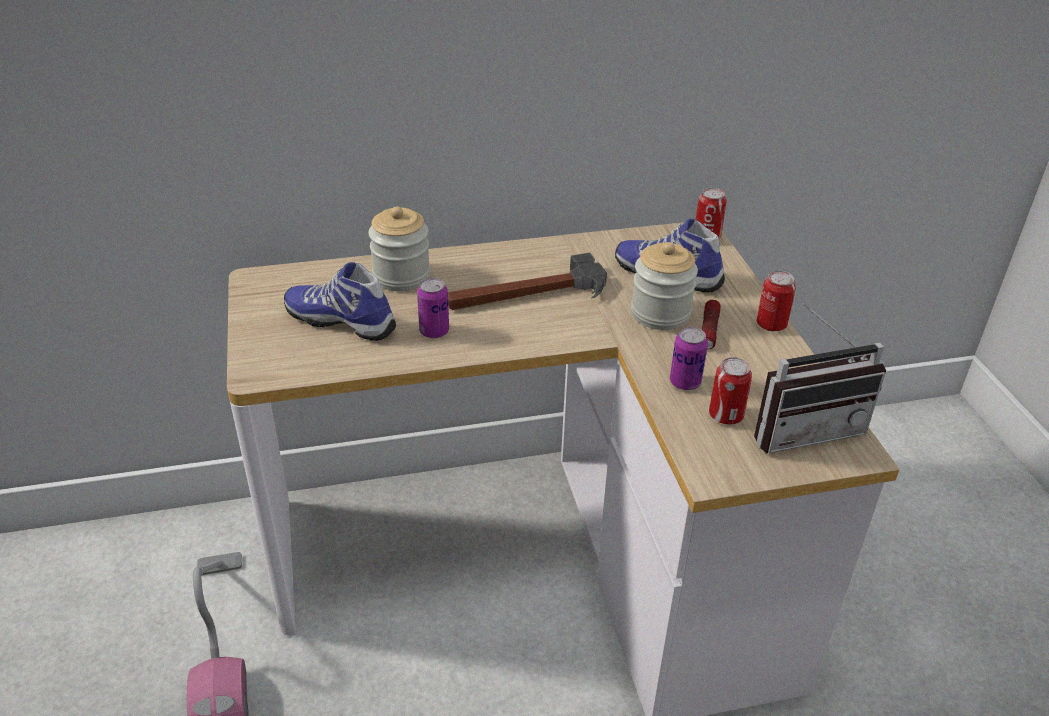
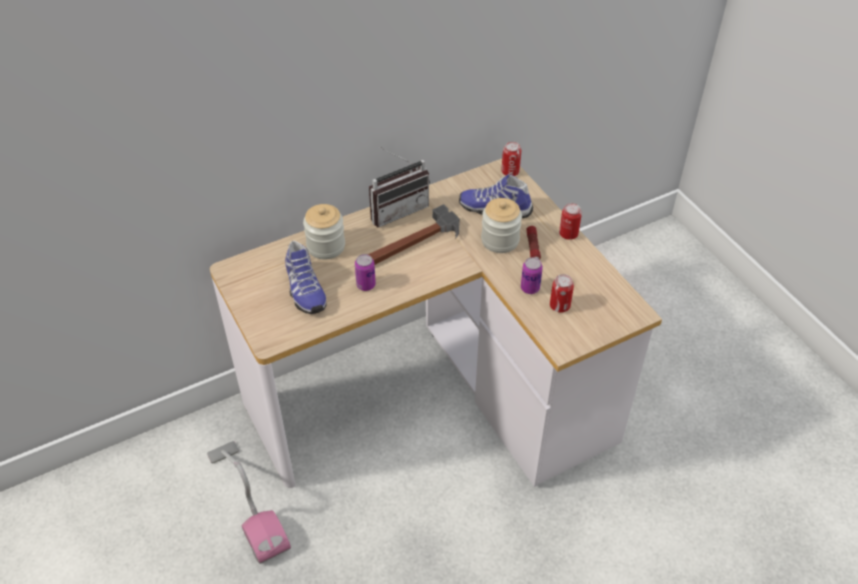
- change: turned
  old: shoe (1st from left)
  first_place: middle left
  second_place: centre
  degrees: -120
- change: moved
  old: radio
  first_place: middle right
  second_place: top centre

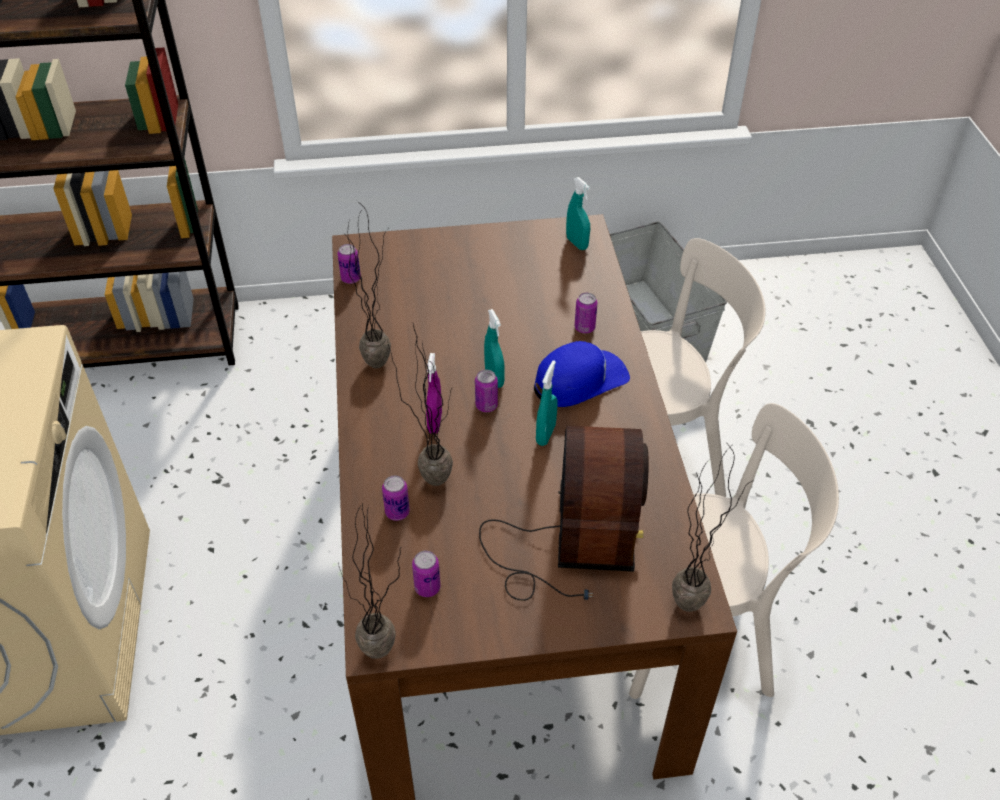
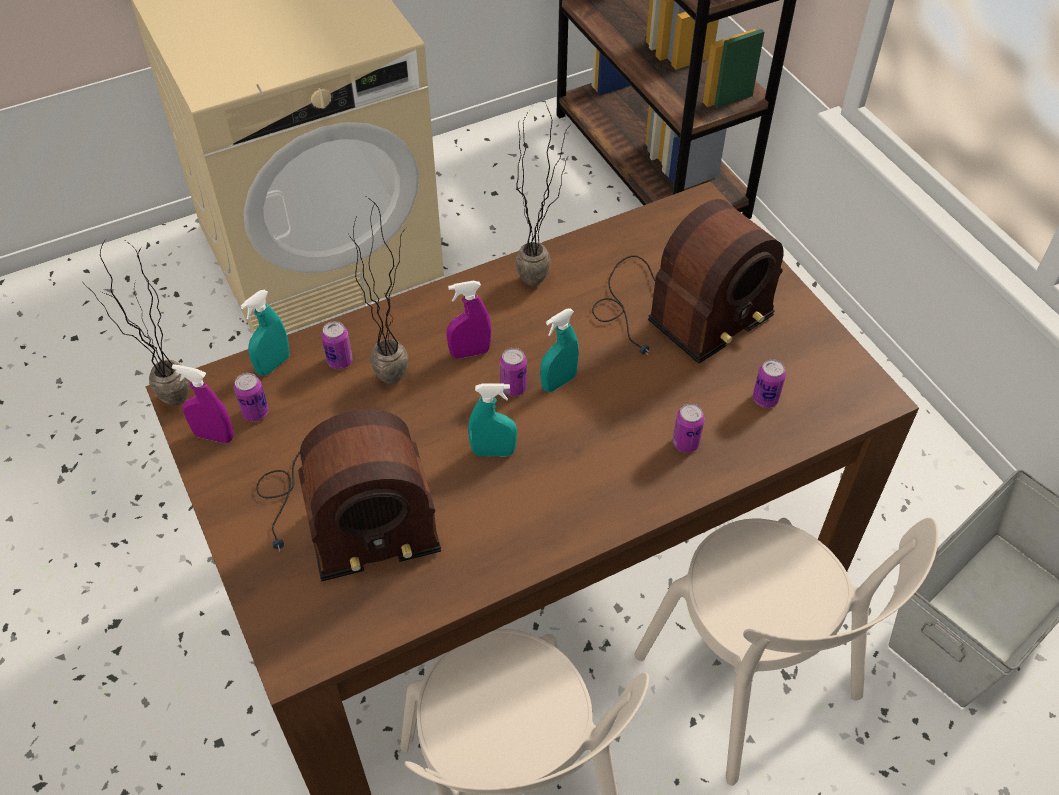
- change: added
  new: purple_spray_bottle (1st from left)
  second_place: middle left
- change: moved
  old: turquoise_spray_bottle (3rd from left in the first image)
  new: turquoise_spray_bottle (1st from left)
  first_place: top centre
  second_place: middle left
- change: added
  new: radio (2nd from left)
  second_place: centre
- change: moved
  old: can (1st from left in the first image)
  new: can (5th from left)
  first_place: top centre
  second_place: middle right
- change: removed
  old: blue_cap
  first_place: centre
- change: removed
  old: potted_plant (4th from left)
  first_place: middle right

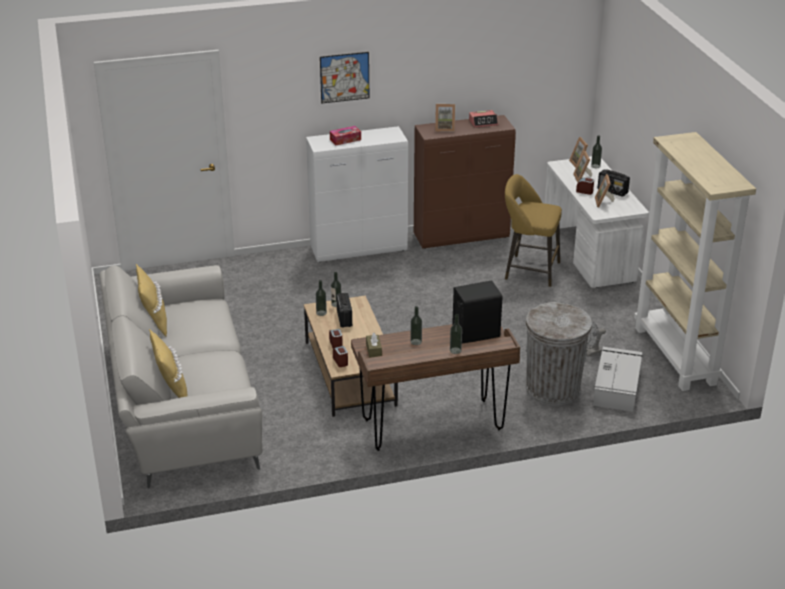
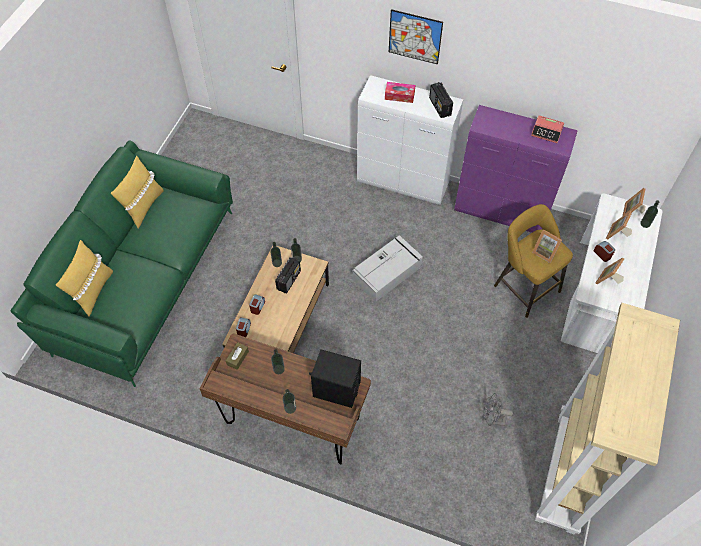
- change: recoloured
  old: grey_sofa
  new: green_sofa
  first_place: middle left
  second_place: middle left
- change: moved
  old: grey_storage_box
  first_place: middle right
  second_place: centre
- change: moved
  old: radio (2nd from left)
  first_place: top right
  second_place: top centre
- change: recoloured
  old: brown_cabinet
  new: purple_cabinet
  first_place: top centre
  second_place: top right
- change: moved
  old: picture_frame (1st from left)
  first_place: top centre
  second_place: middle right
- change: removed
  old: grey_trash_can
  first_place: middle right

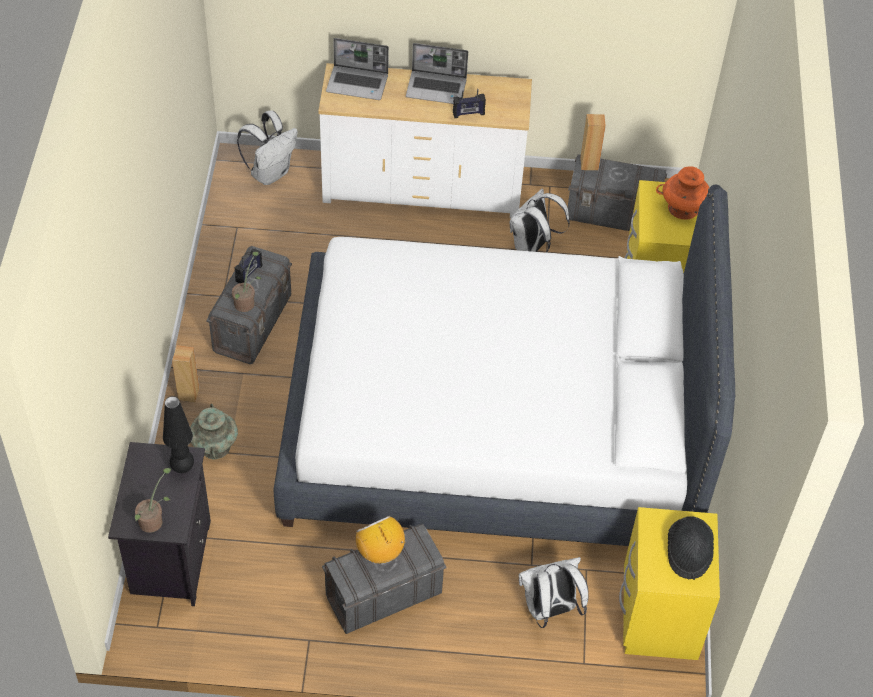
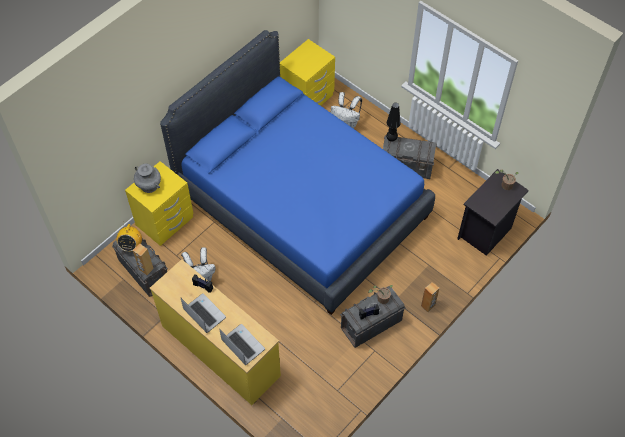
- change: moved
  old: radio (2nd from left in the first image)
  new: radio (1st from left)
  first_place: bottom centre
  second_place: middle left
- change: recoloured
  old: orange_vase
  new: grey_vase
  first_place: top right
  second_place: middle left
- change: recoloured
  old: white_dresser
  new: yellow_dresser
  first_place: top centre
  second_place: bottom centre
- change: recoloured
  old: white_bed
  new: blue_bed
  first_place: centre
  second_place: centre
- change: moved
  old: black_table_lamp
  first_place: middle left
  second_place: top centre
- change: removed
  old: turquoise_vase
  first_place: middle left
- change: removed
  old: white_backpack (1st from left)
  first_place: top left
- change: removed
  old: black_hat
  first_place: bottom right

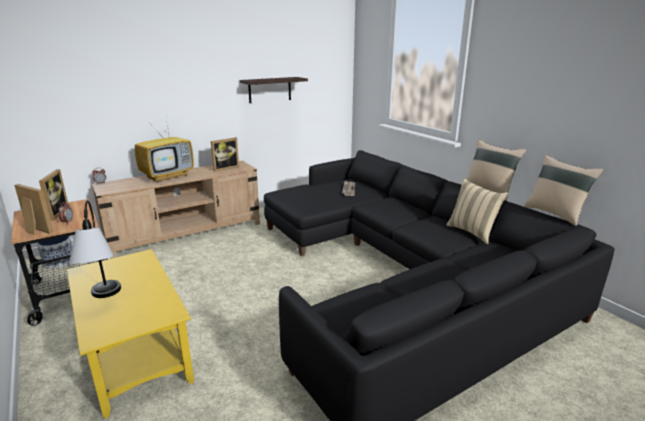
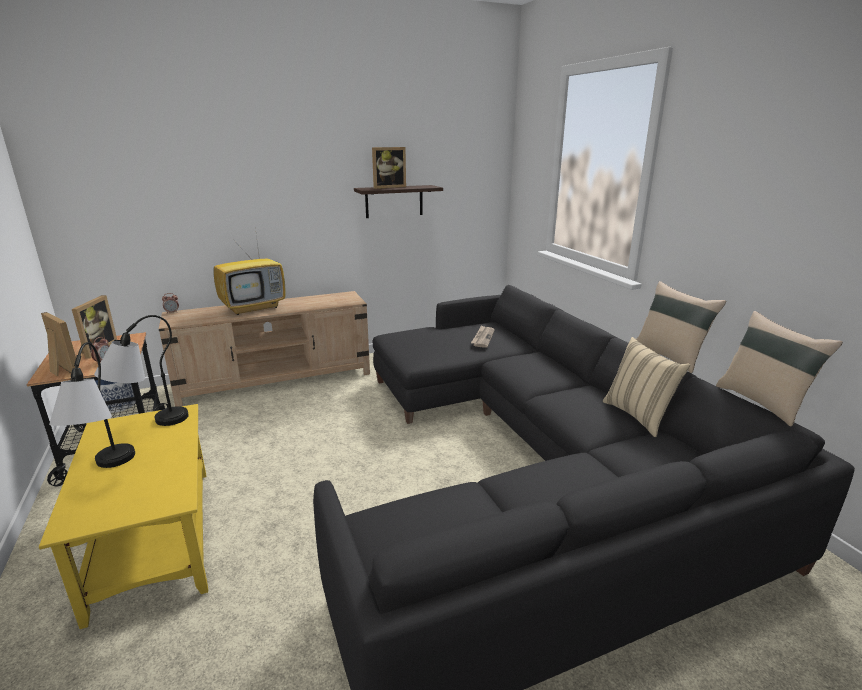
- change: added
  new: table_lamp (2nd from left)
  second_place: middle left
- change: moved
  old: picture_frame (3rd from left)
  first_place: centre
  second_place: top centre

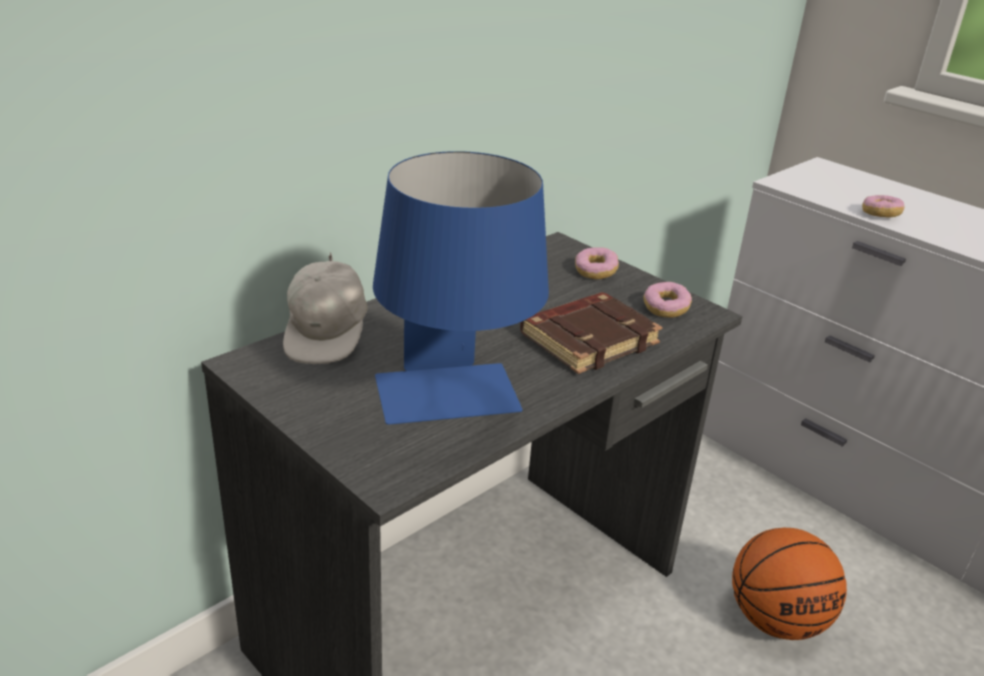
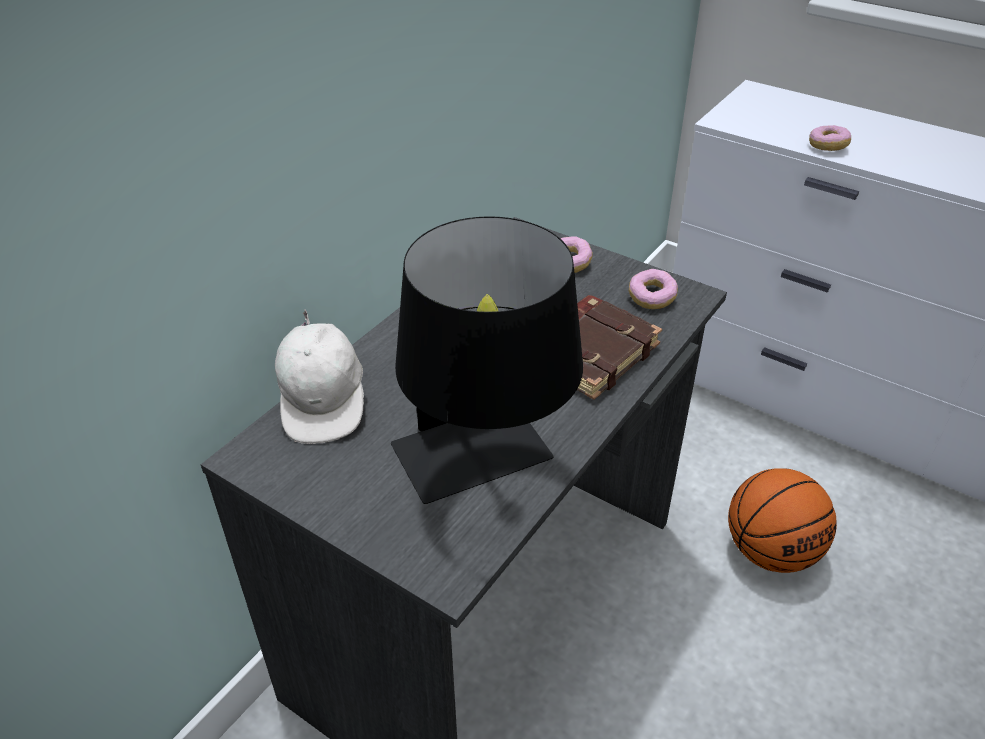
- change: recoloured
  old: blue_table_lamp
  new: black_table_lamp
  first_place: centre
  second_place: centre

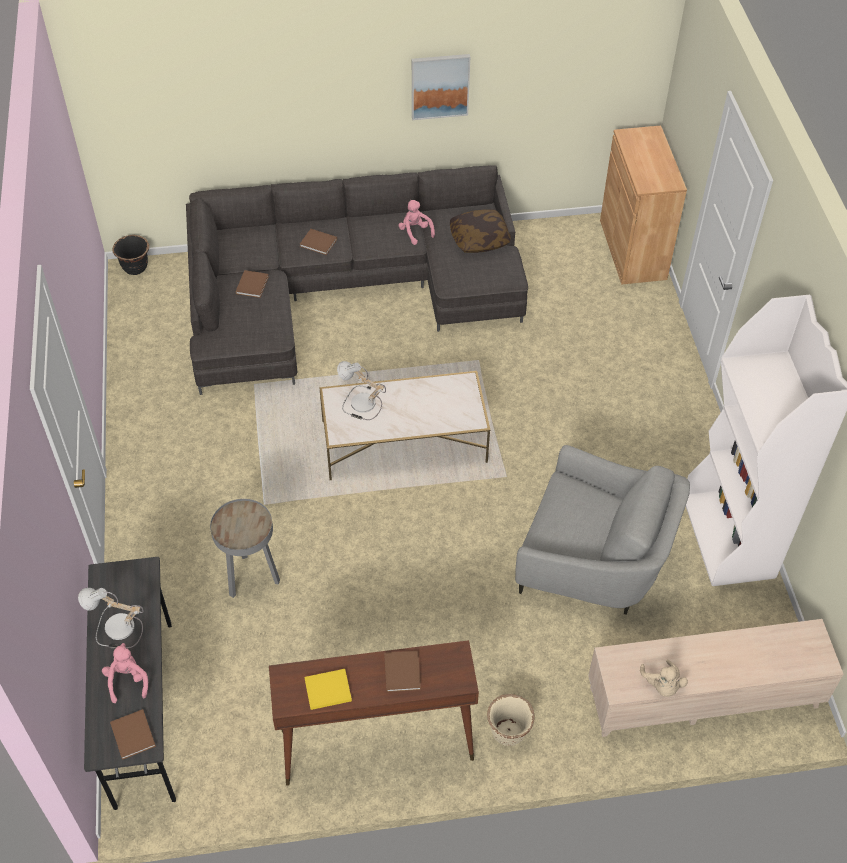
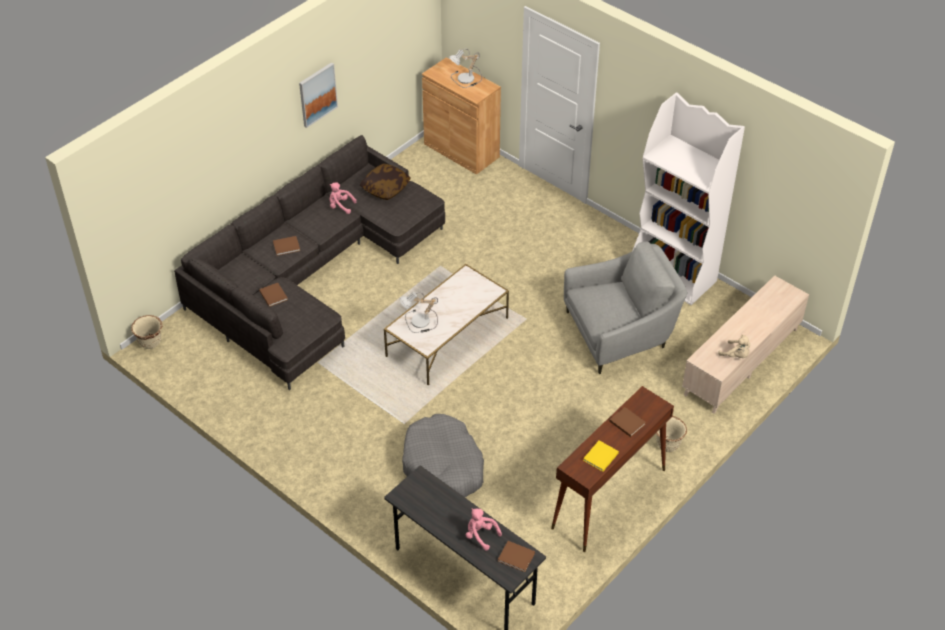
- change: recoloured
  old: black_planter
  new: beige_planter (1st from left)
  first_place: top left
  second_place: middle left
- change: replaced
  old: grey_side_table
  new: grey_dog_bed
  first_place: middle left
  second_place: bottom centre
- change: moved
  old: table_lamp (1st from left in the first image)
  new: table_lamp (2nd from left)
  first_place: bottom left
  second_place: top centre

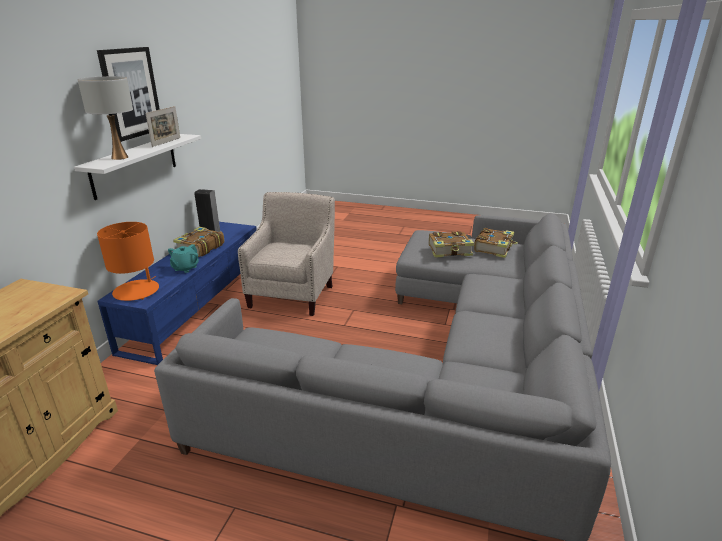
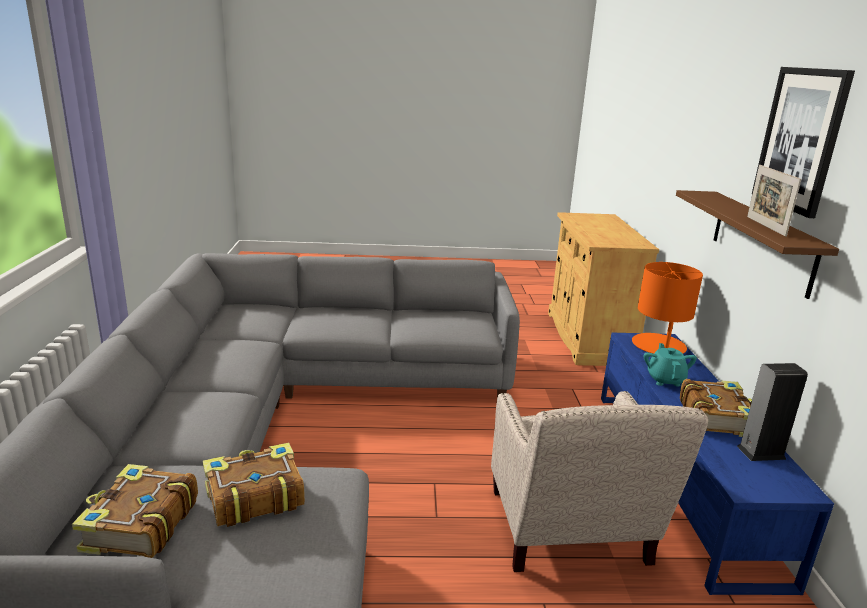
- change: recoloured
  old: white_shelf
  new: brown_shelf
  first_place: top left
  second_place: middle right
- change: removed
  old: white_table_lamp
  first_place: top left

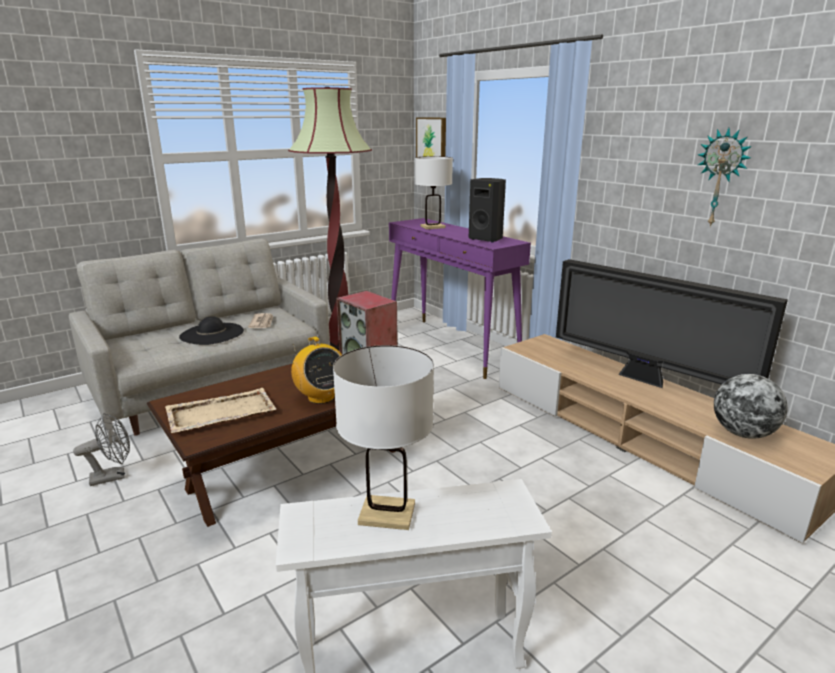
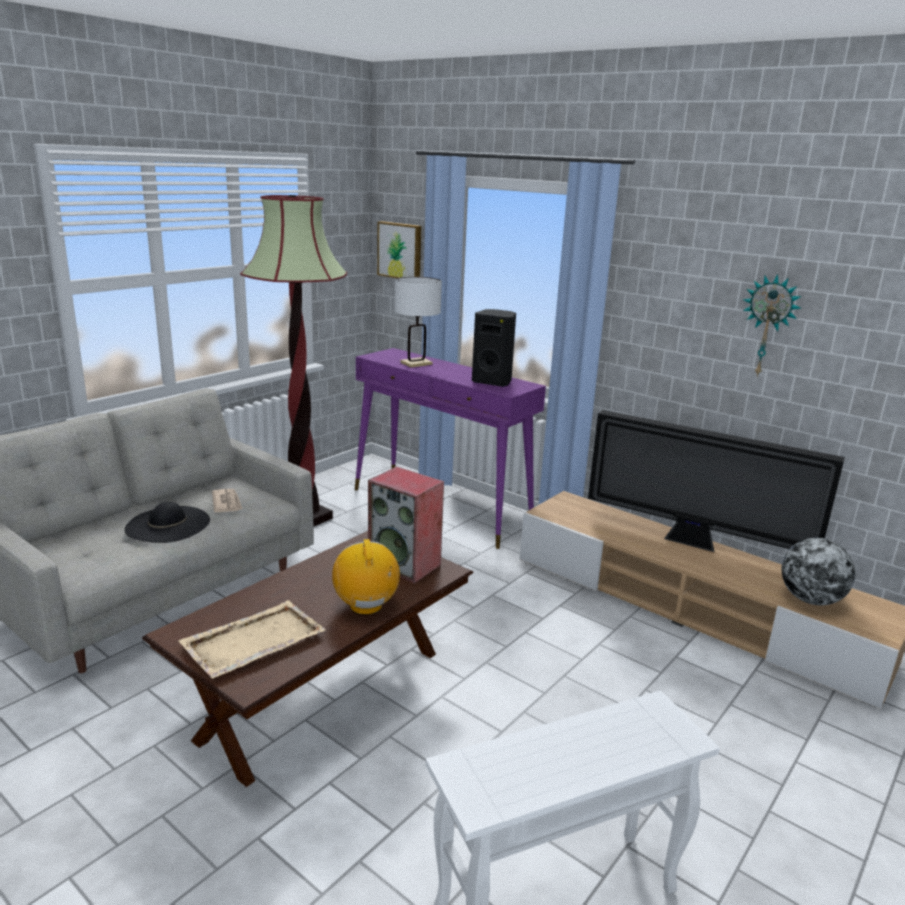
- change: turned
  old: radio
  first_place: centre
  second_place: centre
  degrees: -150
- change: removed
  old: grey_fan
  first_place: bottom left
- change: removed
  old: white_table_lamp (1st from left)
  first_place: centre

